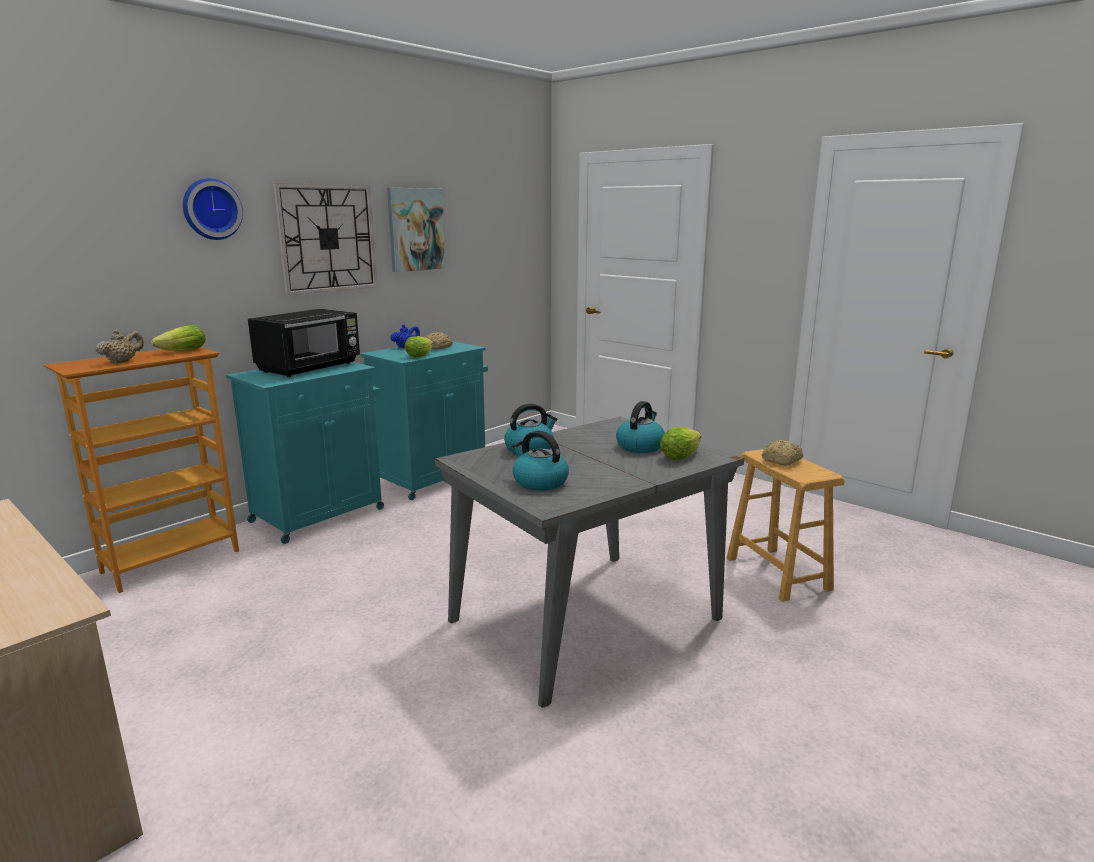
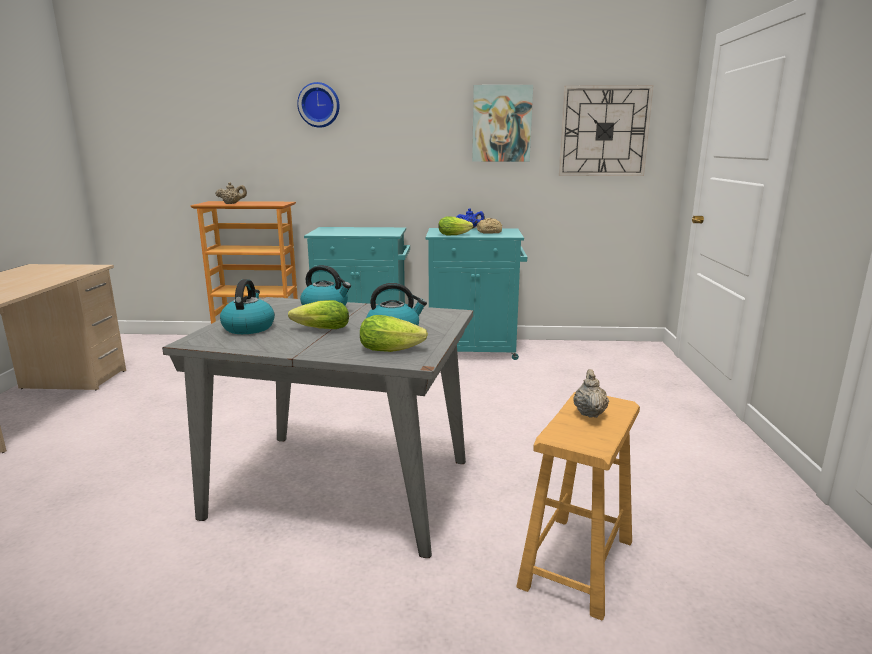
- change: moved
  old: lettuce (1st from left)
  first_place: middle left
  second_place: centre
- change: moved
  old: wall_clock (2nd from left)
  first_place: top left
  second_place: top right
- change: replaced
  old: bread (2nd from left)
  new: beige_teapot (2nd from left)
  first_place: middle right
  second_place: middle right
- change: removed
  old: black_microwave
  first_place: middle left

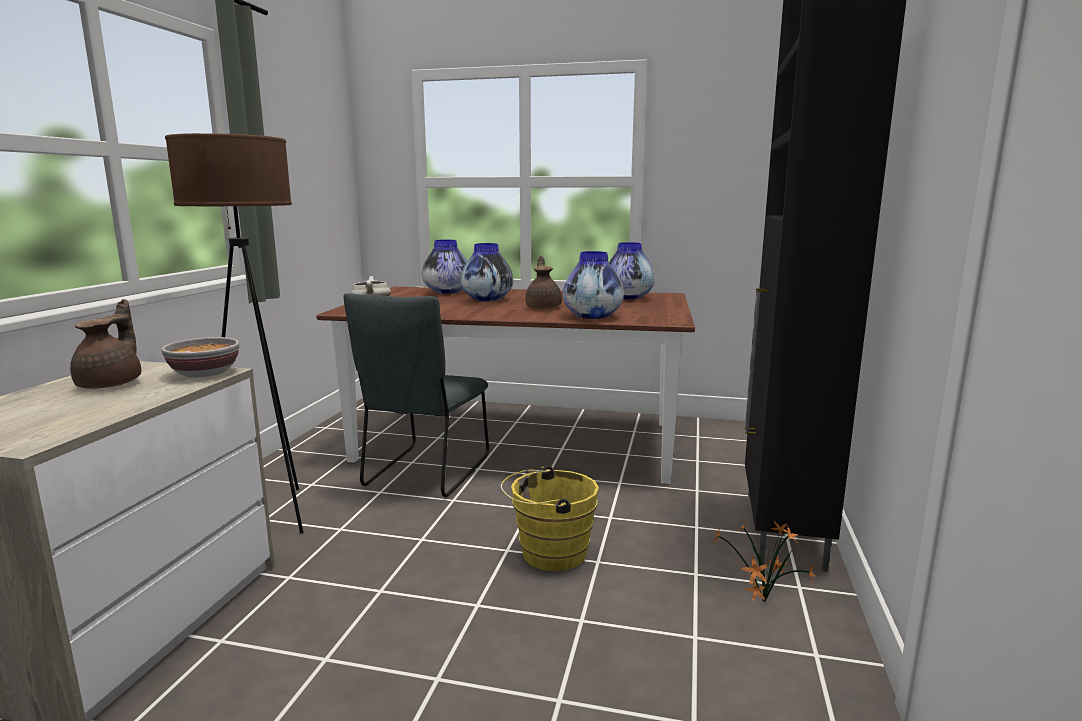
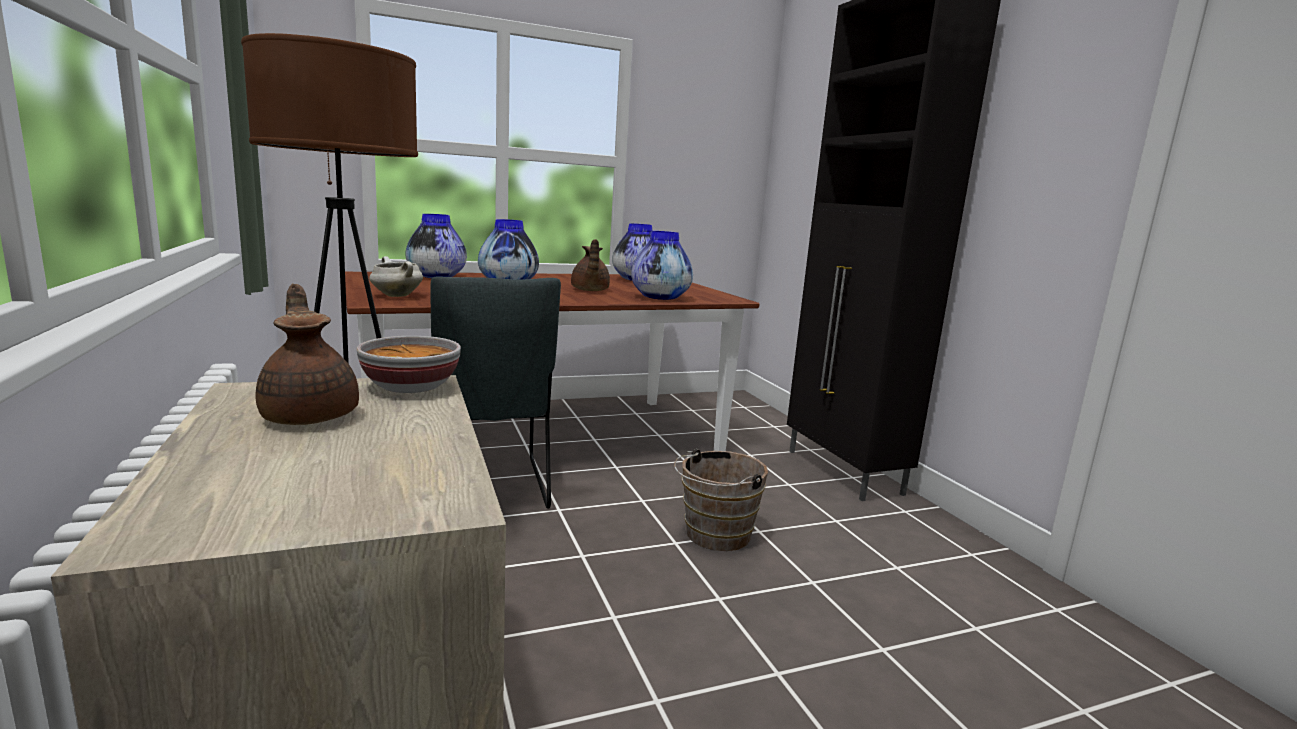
- change: turned
  old: brown_teapot (2nd from left)
  first_place: centre
  second_place: centre
  degrees: -150
- change: recoloured
  old: yellow_bucket
  new: brown_bucket
  first_place: bottom centre
  second_place: bottom centre
- change: removed
  old: potted_plant
  first_place: bottom right

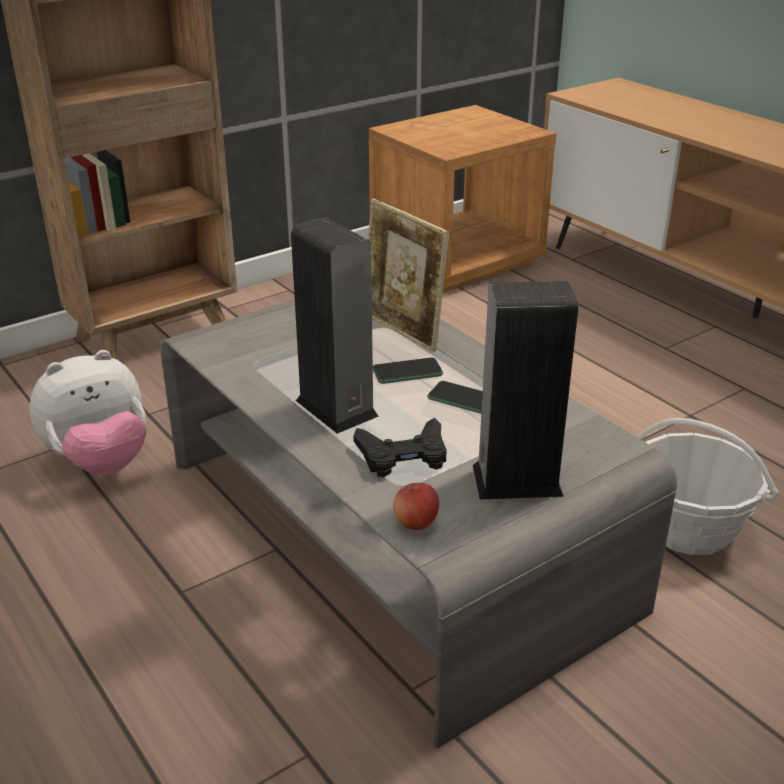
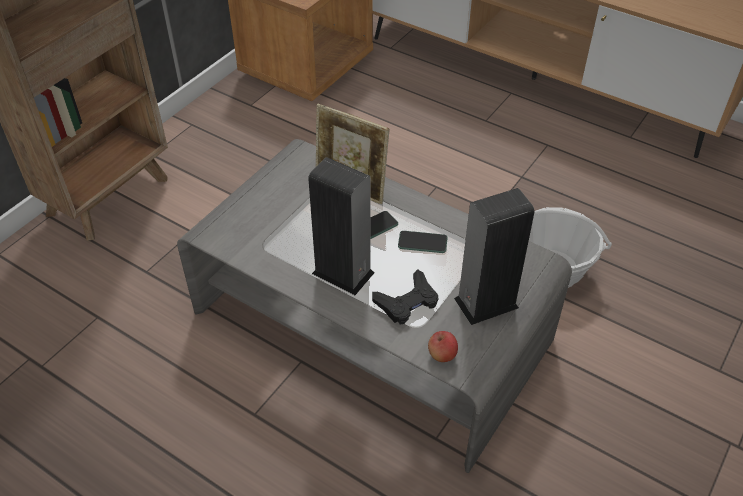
- change: removed
  old: plush_toy
  first_place: middle left

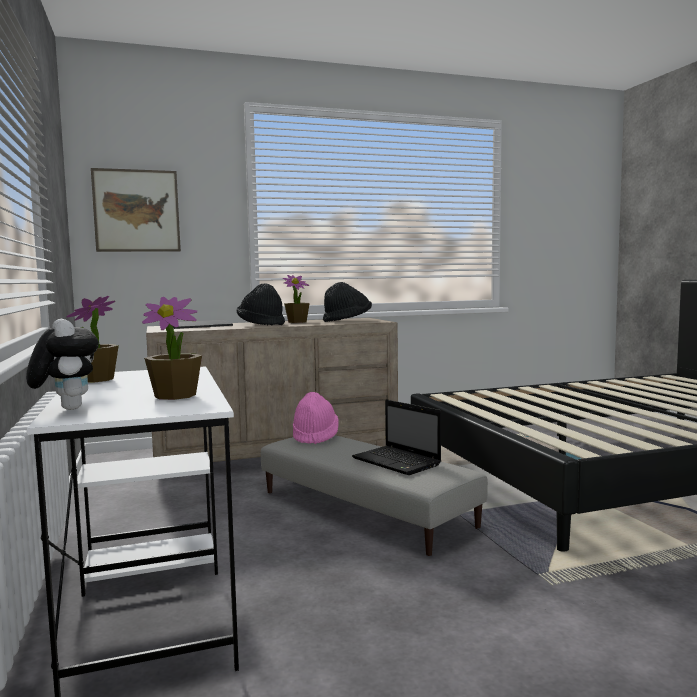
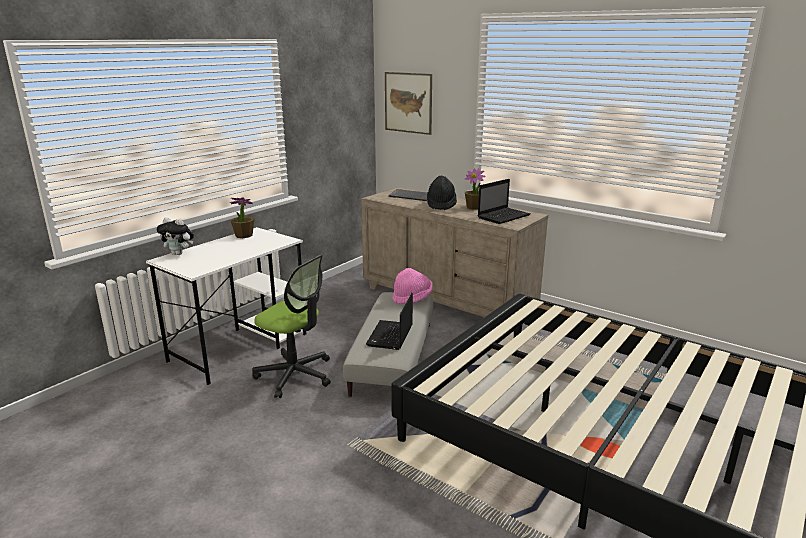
- change: turned
  old: plush_toy
  first_place: middle left
  second_place: middle left
  degrees: 75
- change: added
  new: office_chair
  second_place: centre
- change: replaced
  old: black_hat (2nd from left)
  new: laptop (2nd from left)
  first_place: centre
  second_place: centre
- change: removed
  old: potted_plant (2nd from left)
  first_place: middle left

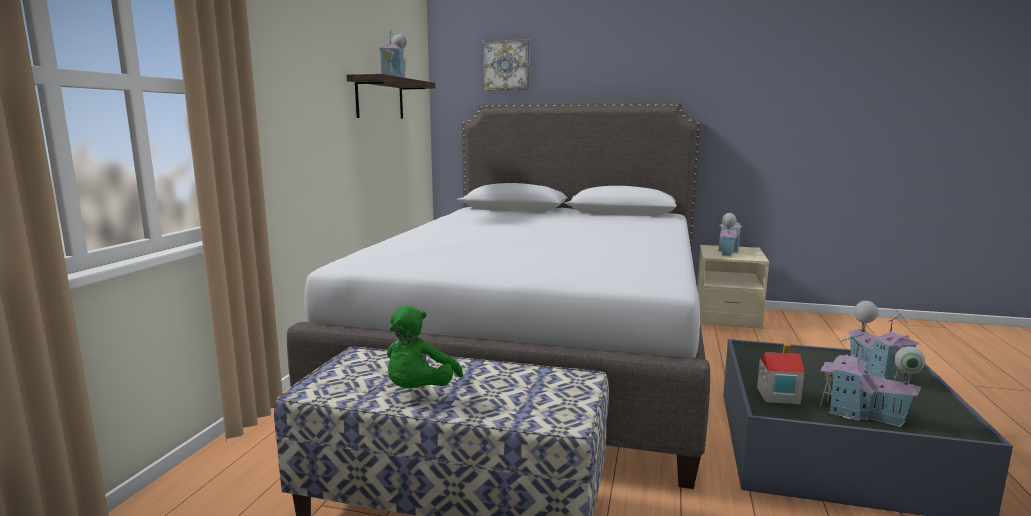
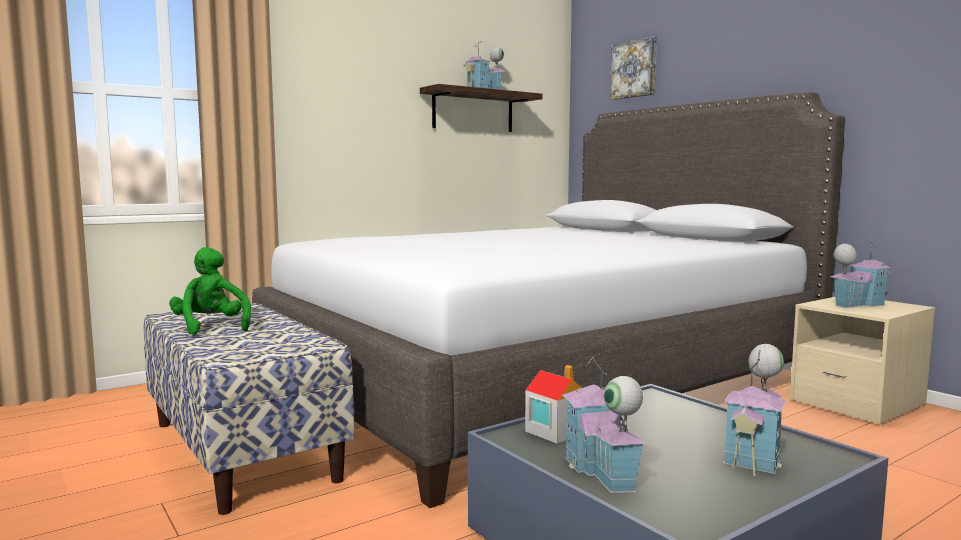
- change: turned
  old: green_plush_toy
  first_place: bottom centre
  second_place: middle left
  degrees: 90

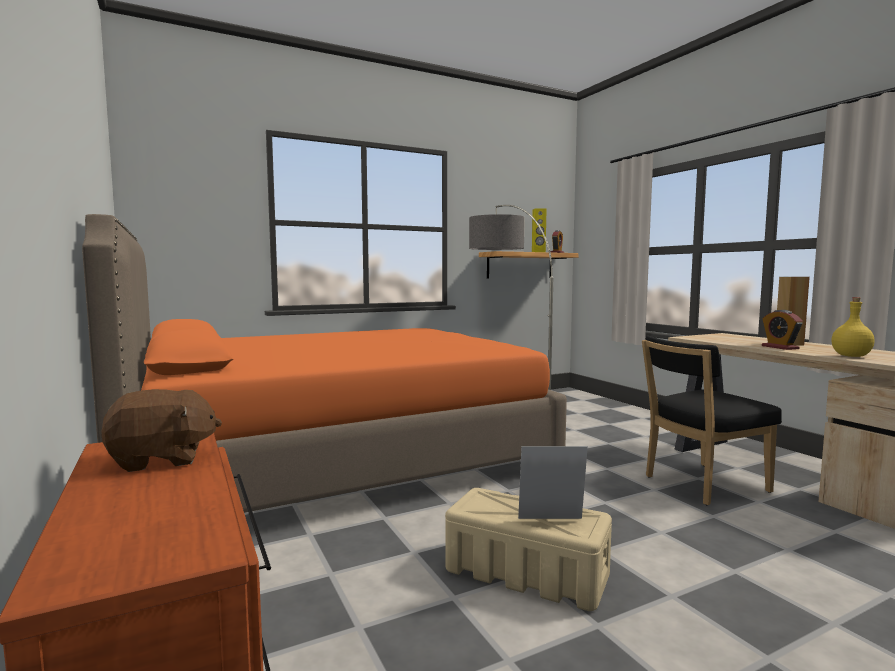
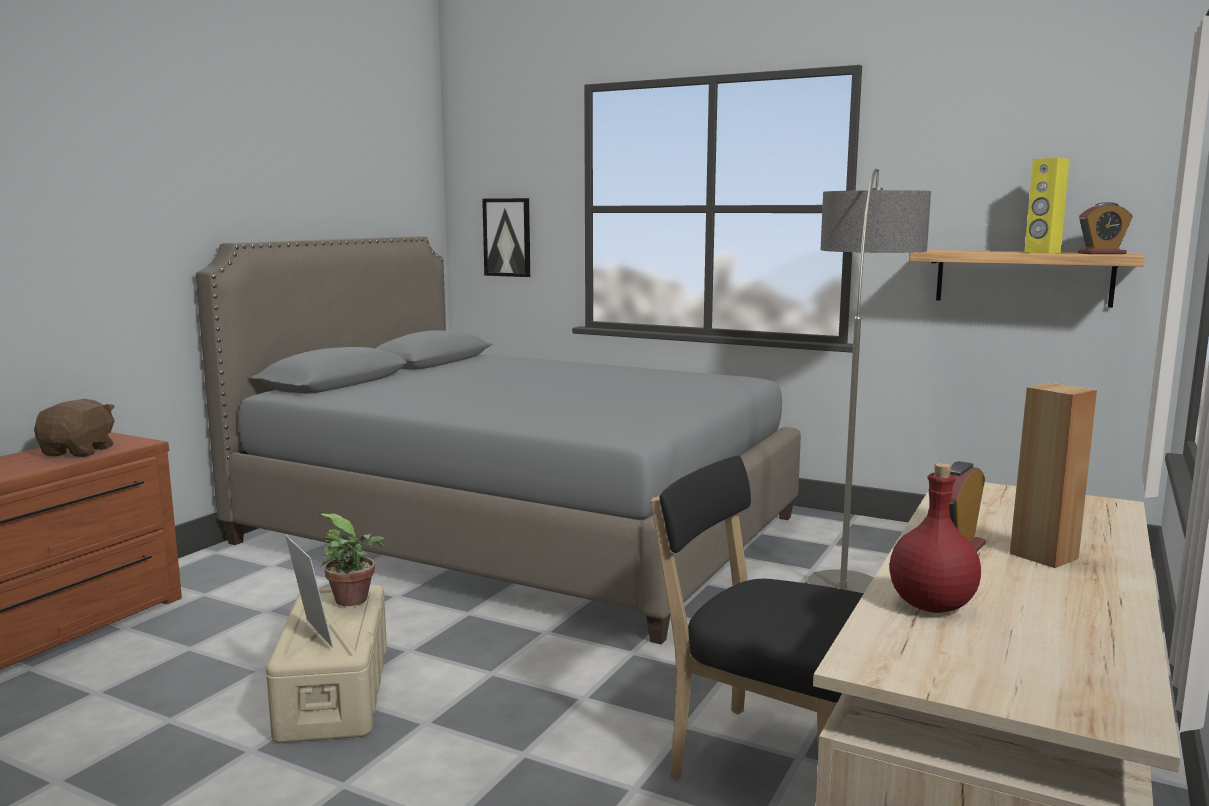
- change: turned
  old: brown_plush_toy
  first_place: middle left
  second_place: middle left
  degrees: -120
- change: recoloured
  old: orange_bed
  new: grey_bed
  first_place: centre
  second_place: centre
- change: added
  new: potted_plant
  second_place: bottom left
- change: added
  new: picture
  second_place: top centre
- change: recoloured
  old: yellow_bottle
  new: red_bottle
  first_place: middle right
  second_place: bottom right

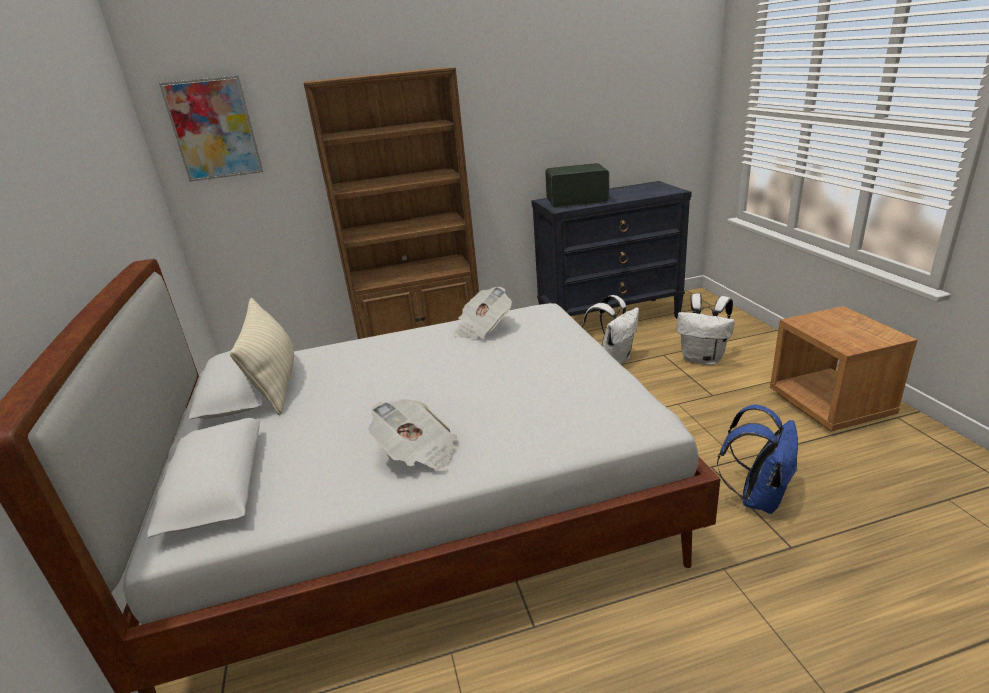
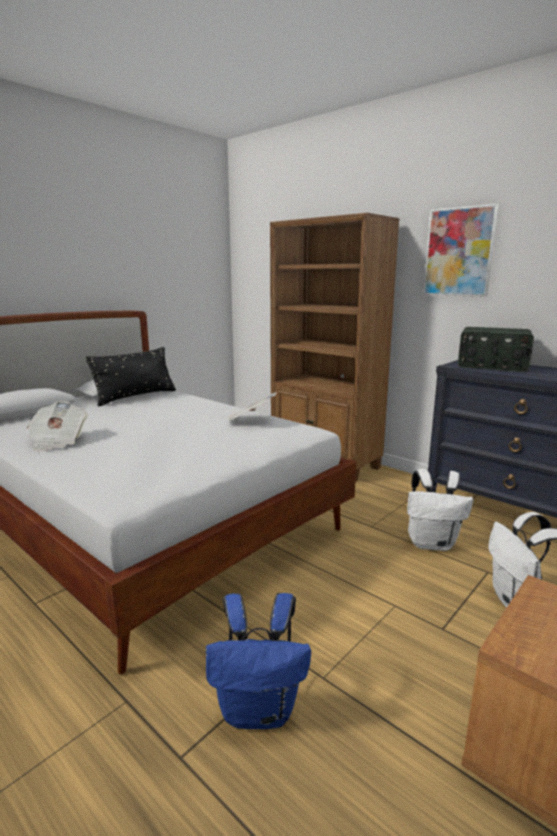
- change: recoloured
  old: beige_pillow
  new: black_pillow
  first_place: middle left
  second_place: middle left
- change: moved
  old: picture
  first_place: top left
  second_place: top right
- change: turned
  old: radio
  first_place: top centre
  second_place: middle right
  degrees: 150

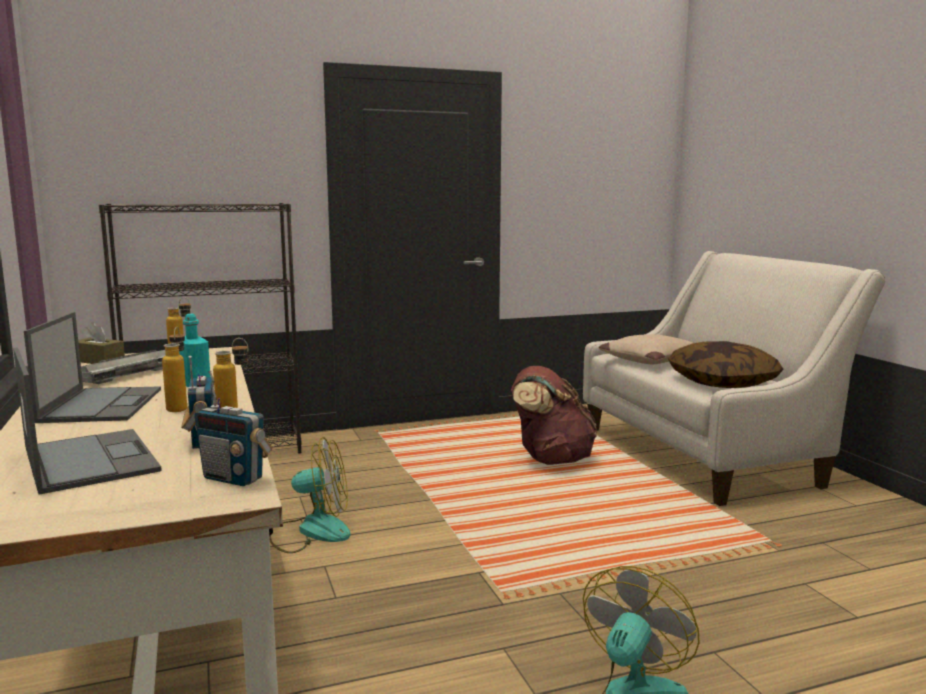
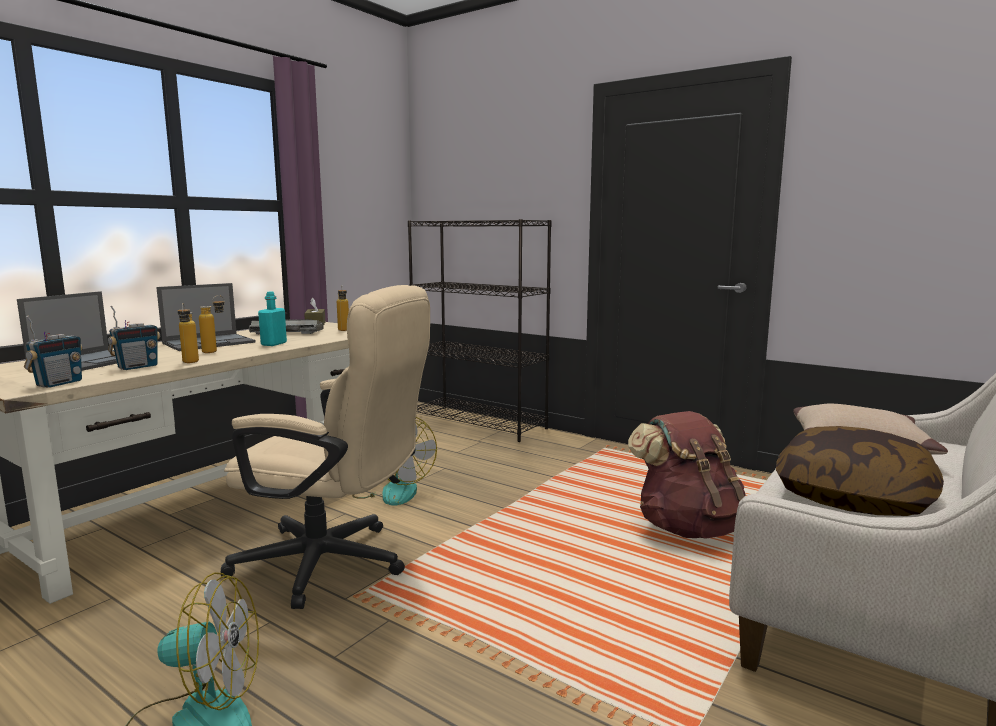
- change: turned
  old: radio (2nd from left in the first image)
  first_place: middle left
  second_place: middle left
  degrees: -150
- change: added
  new: beige_office_chair
  second_place: middle left

